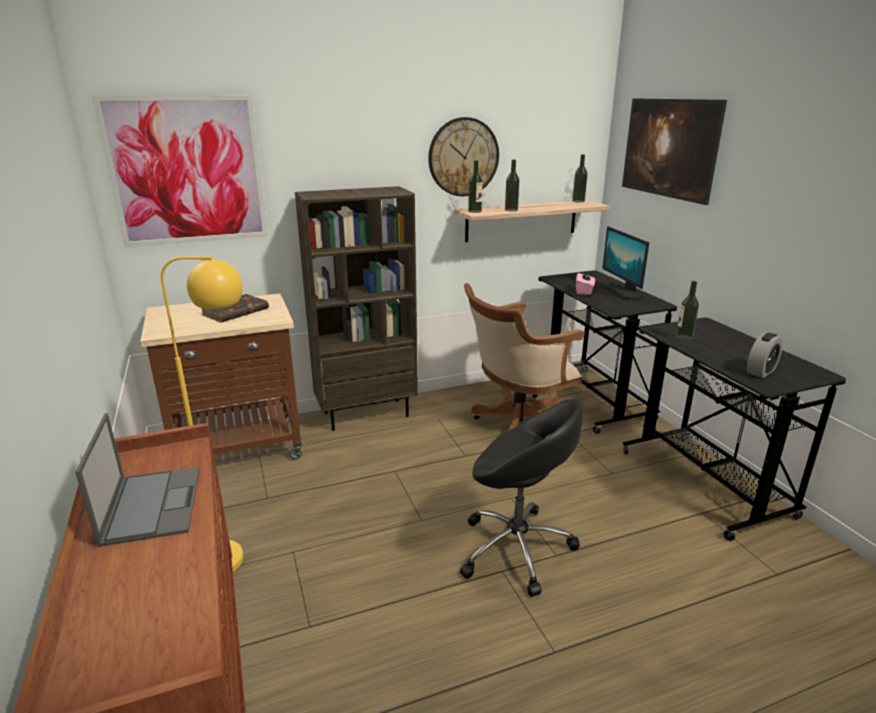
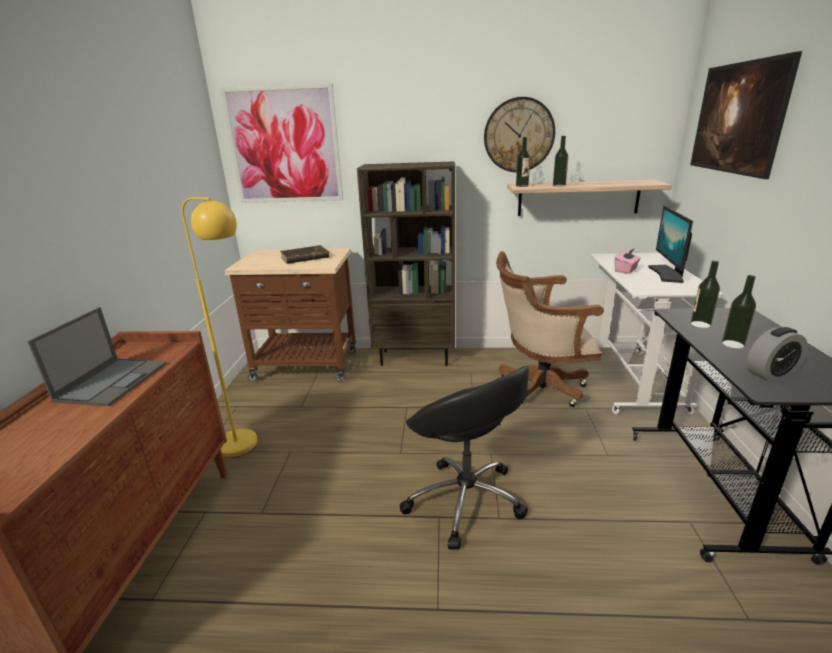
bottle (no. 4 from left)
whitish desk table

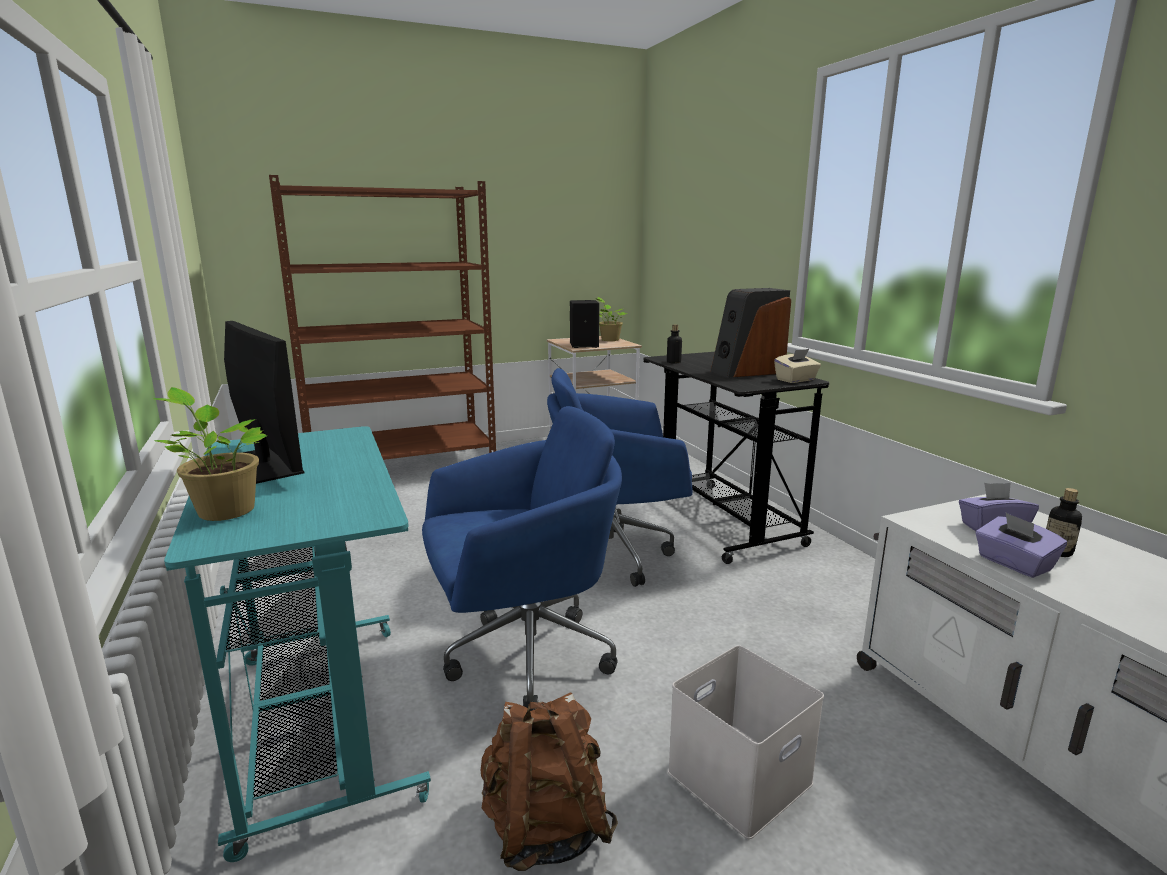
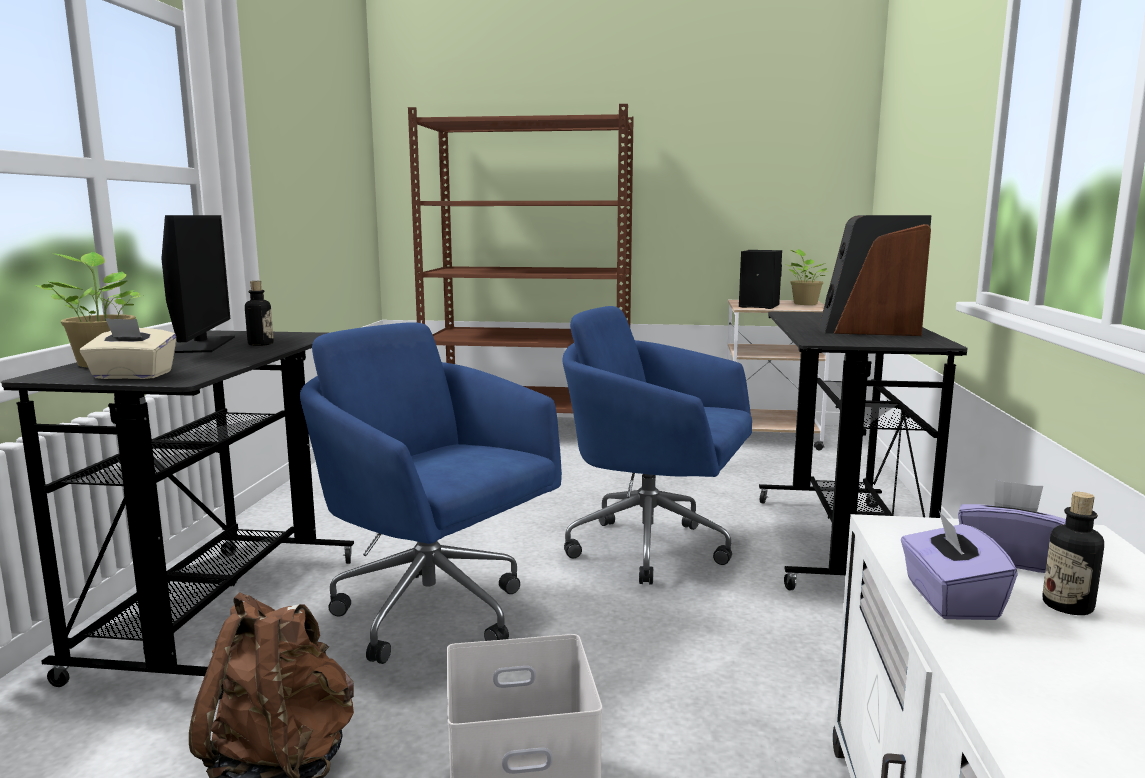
bottle (no. 1 from left)
beige-coloured tissue holder
black desk table (no. 1 from left)
blue desk chair (no. 1 from left)

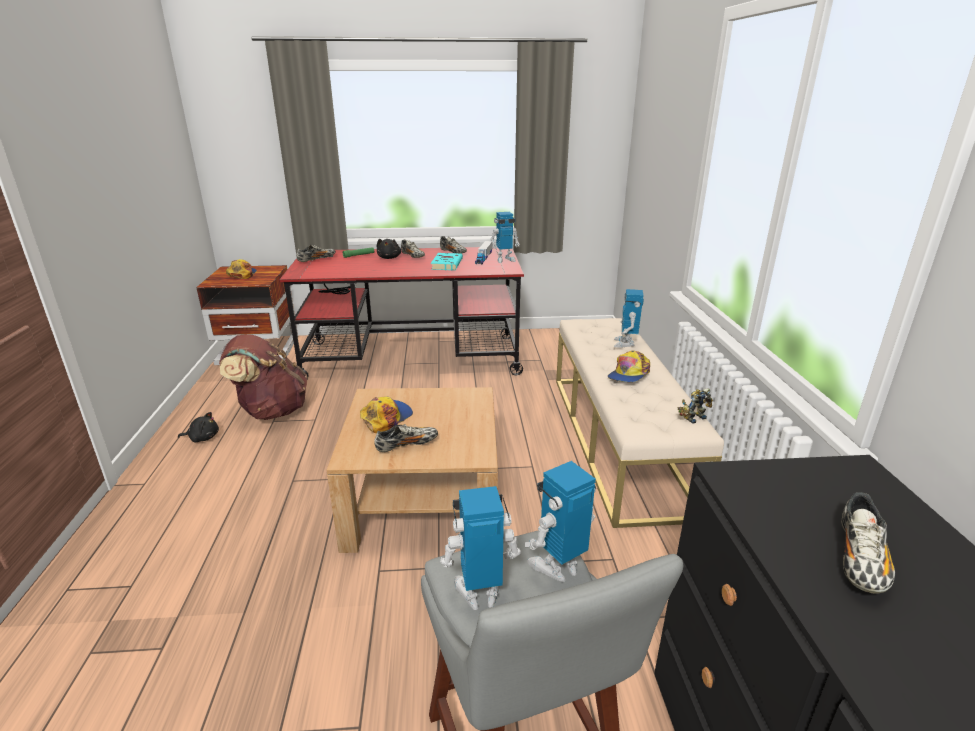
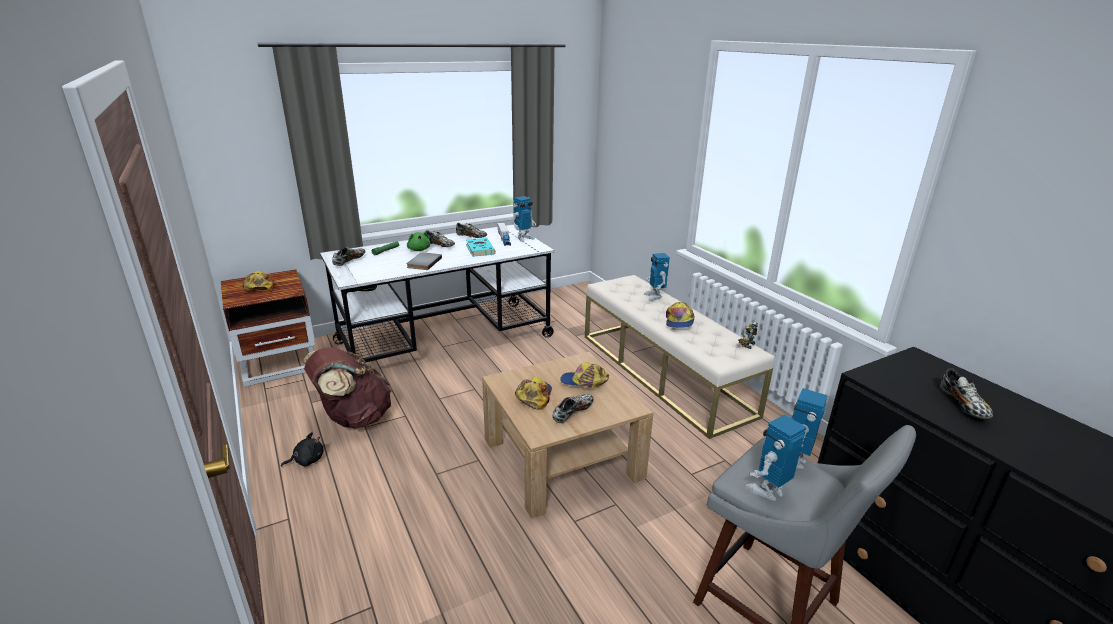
grey bound book
cap (no. 3 from left)
whitish desk table
green plush toy

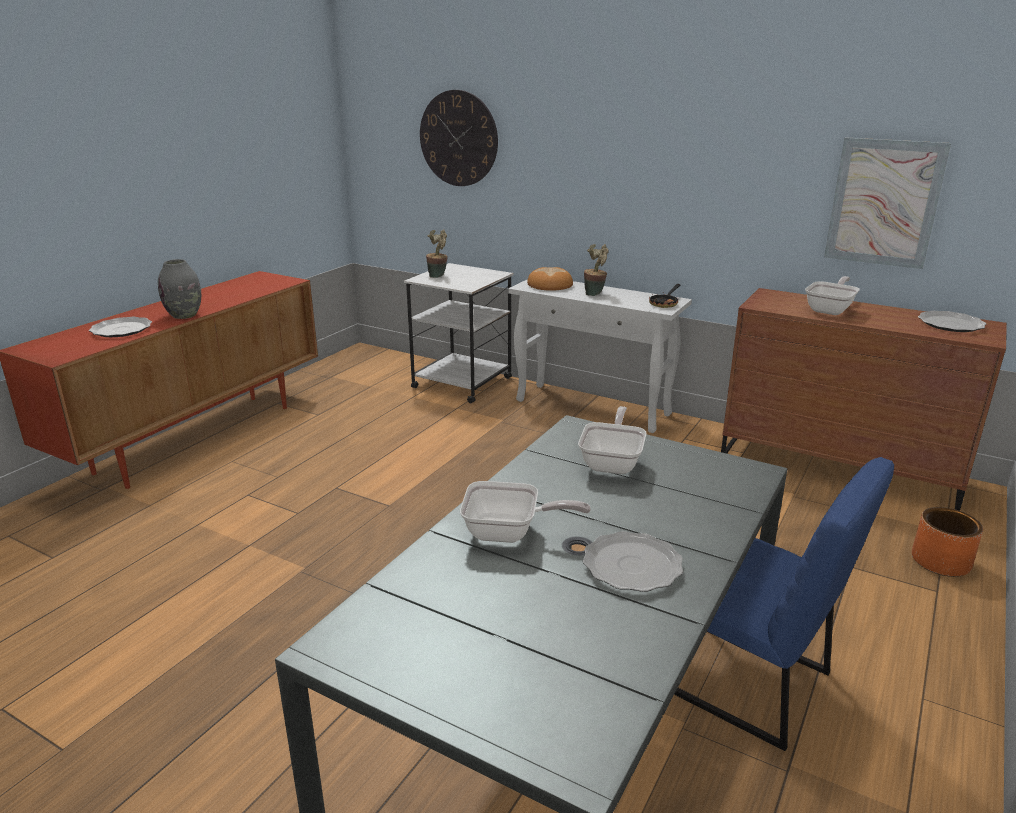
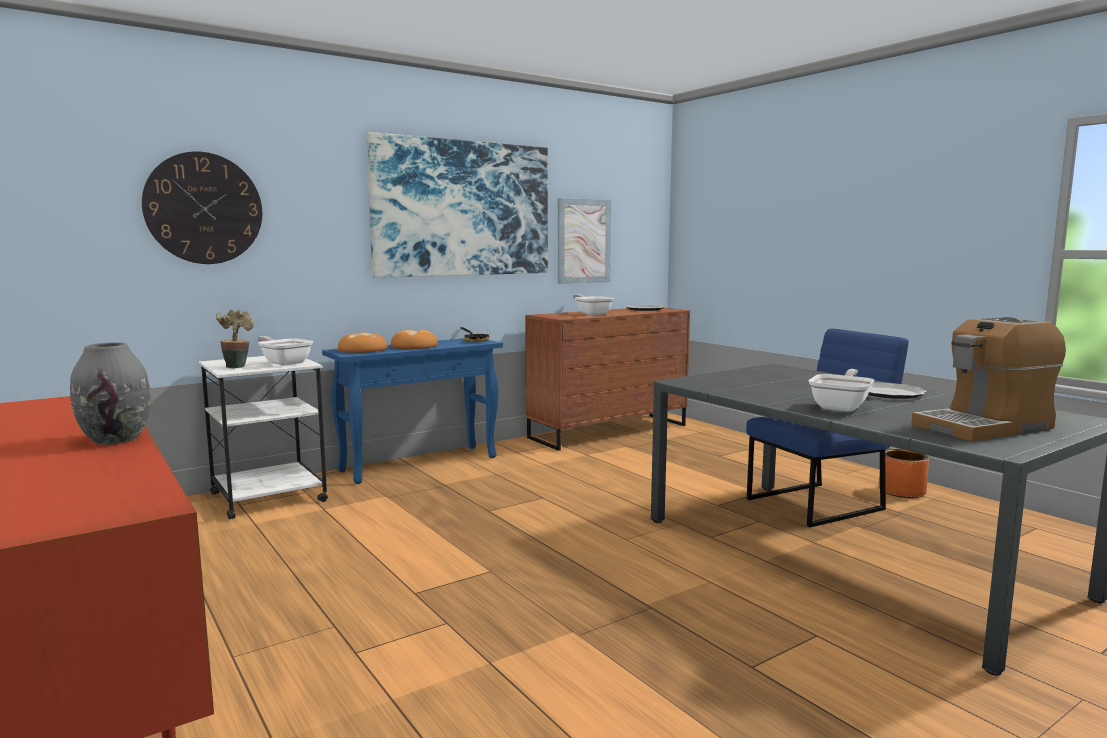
plate (no. 1 from left in the first image)
wall art (no. 1 from left)
coffee machine
frying pan (no. 1 from left)
orange plant pot
baked bread (no. 2 from left)
blue console table

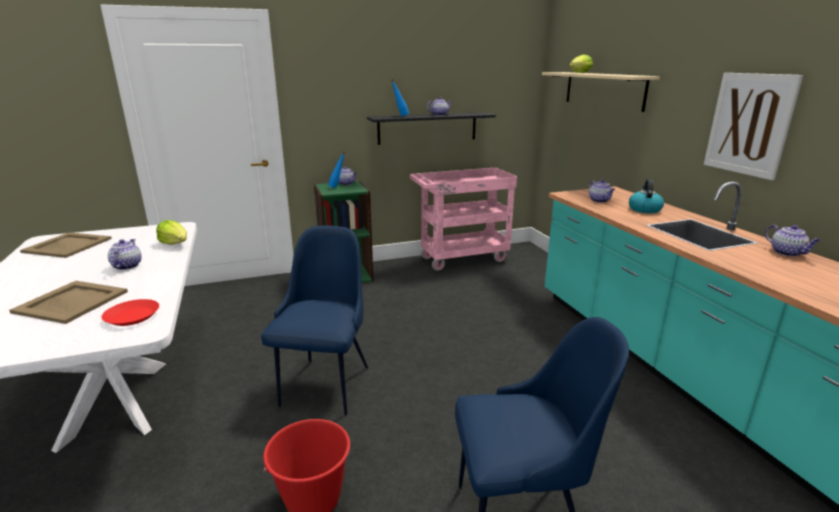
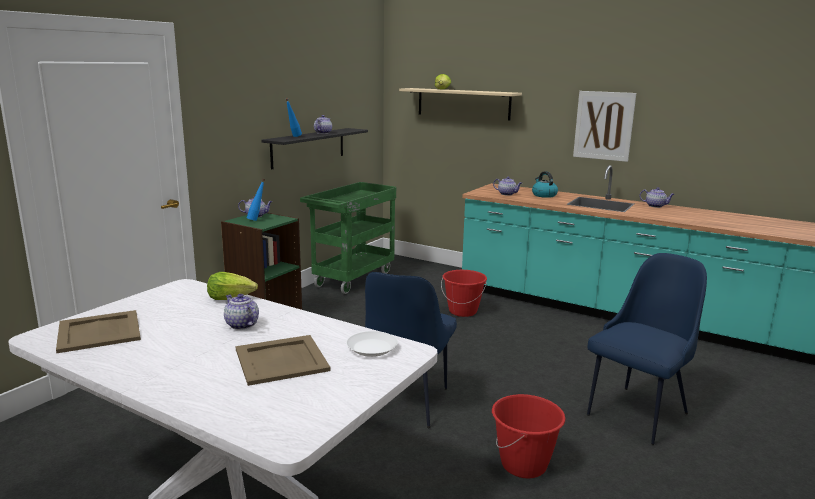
red pail (no. 1 from left)
whitish plate
green cart
blue chair (no. 1 from left)

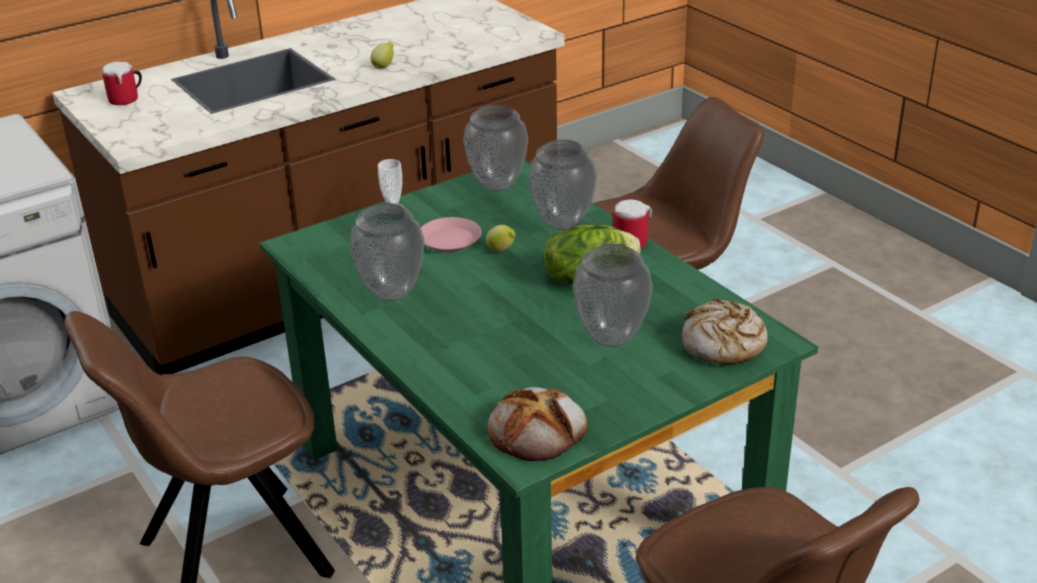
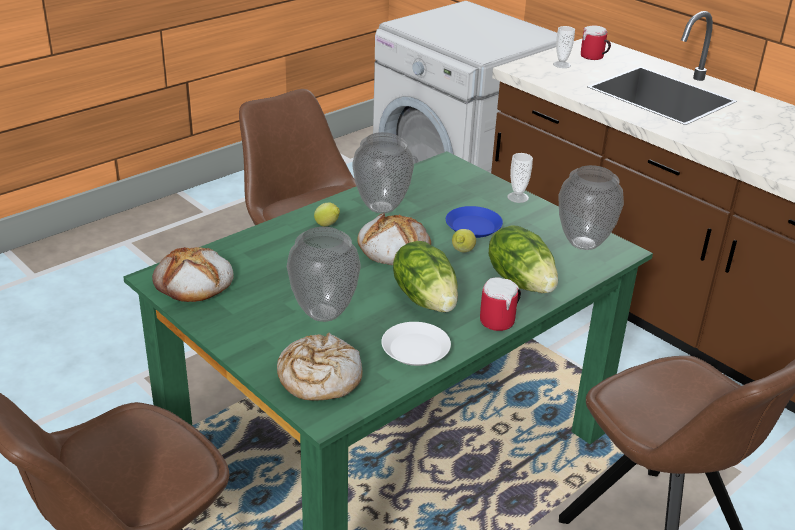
baked bread (no. 3 from left)
whitish plate
drinking cup (no. 2 from left)
whole lemon (no. 1 from left)
lettuce (no. 2 from left)
blue plate

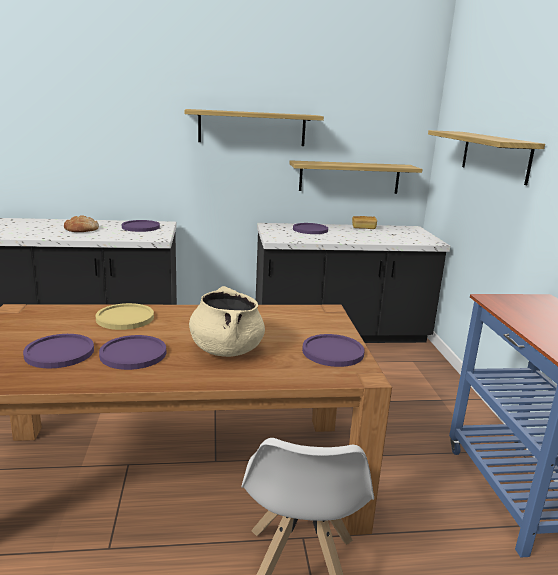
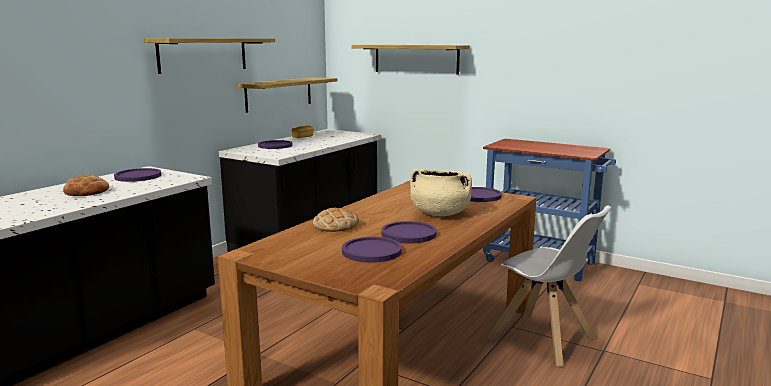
baked bread (no. 3 from left)

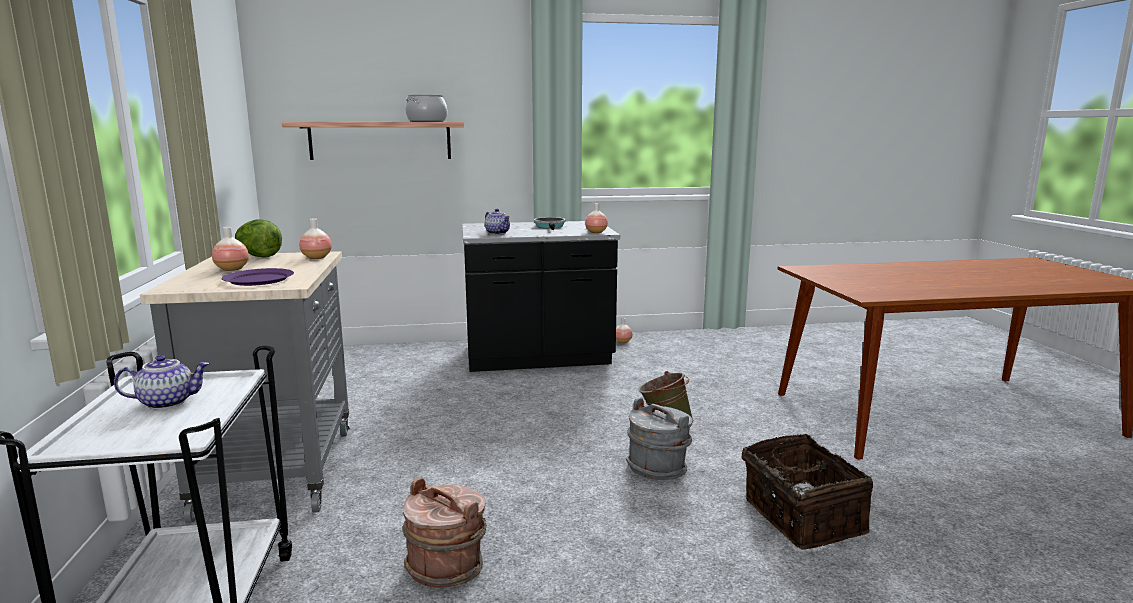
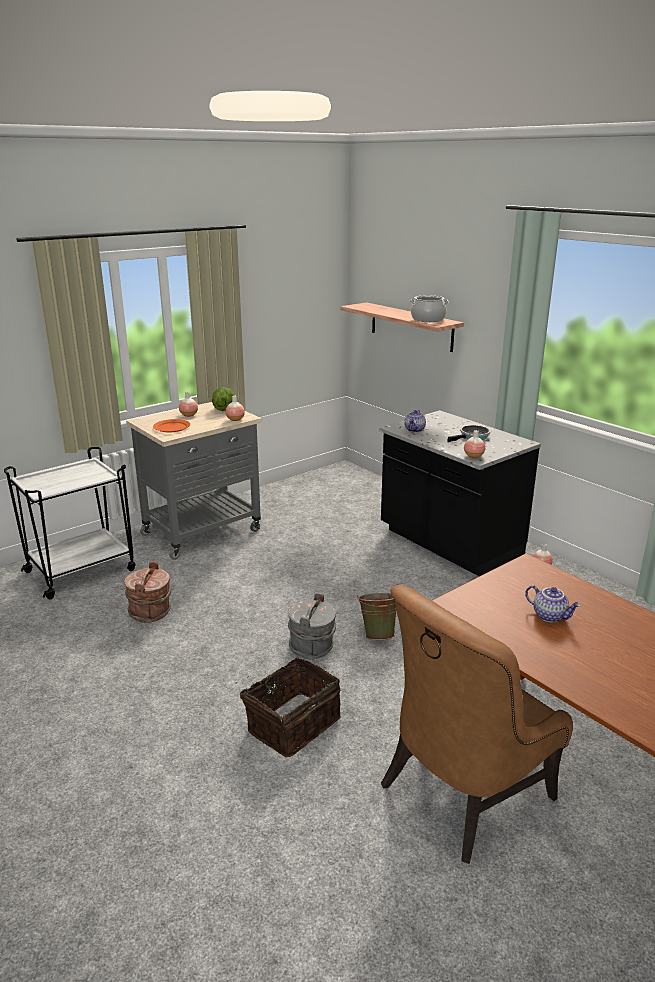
brown-coloured chair
teapot (no. 2 from left)
orange plate

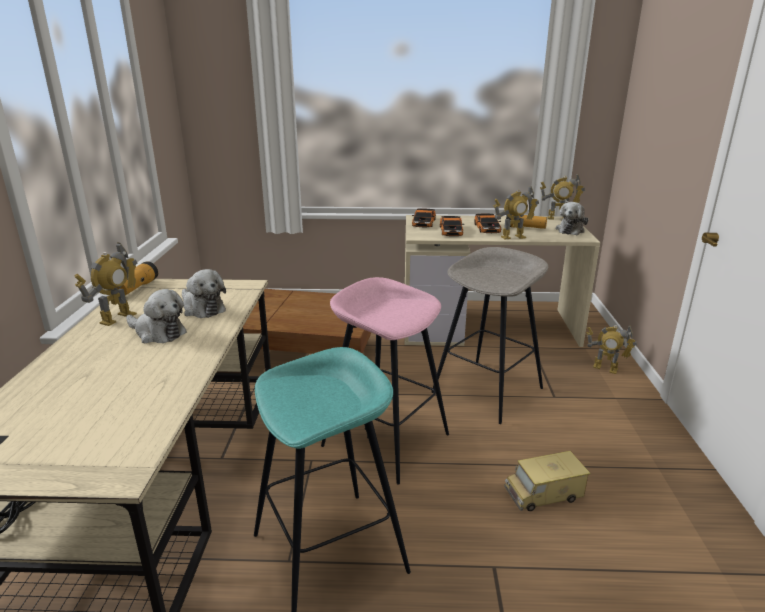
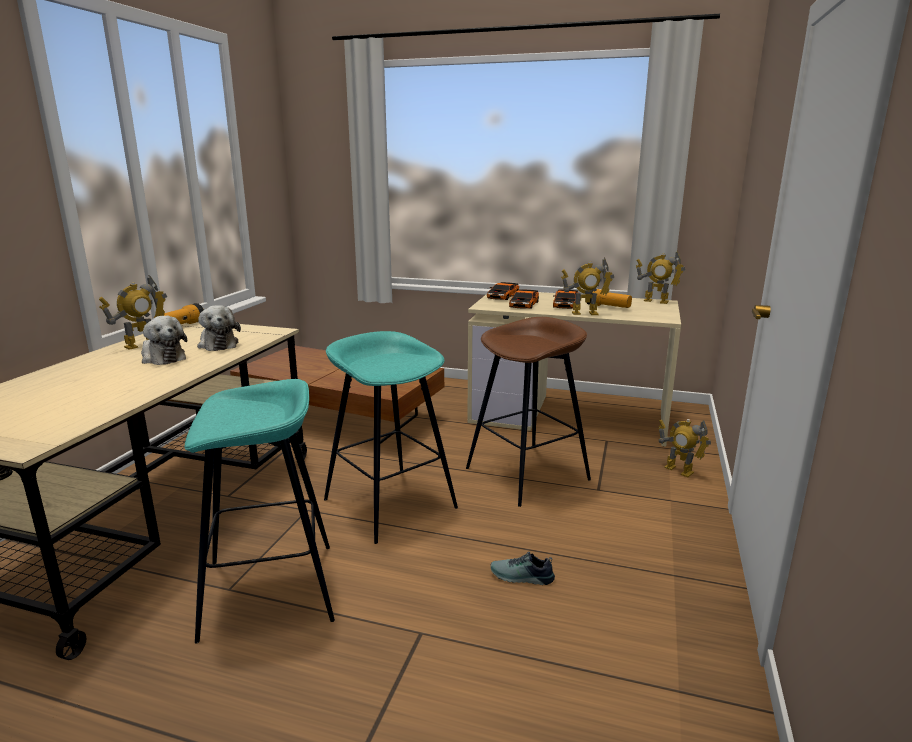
plush toy (no. 3 from left in the first image)
item of footwear
turquoise sitting stool (no. 2 from left)
brown-coloured sitting stool

